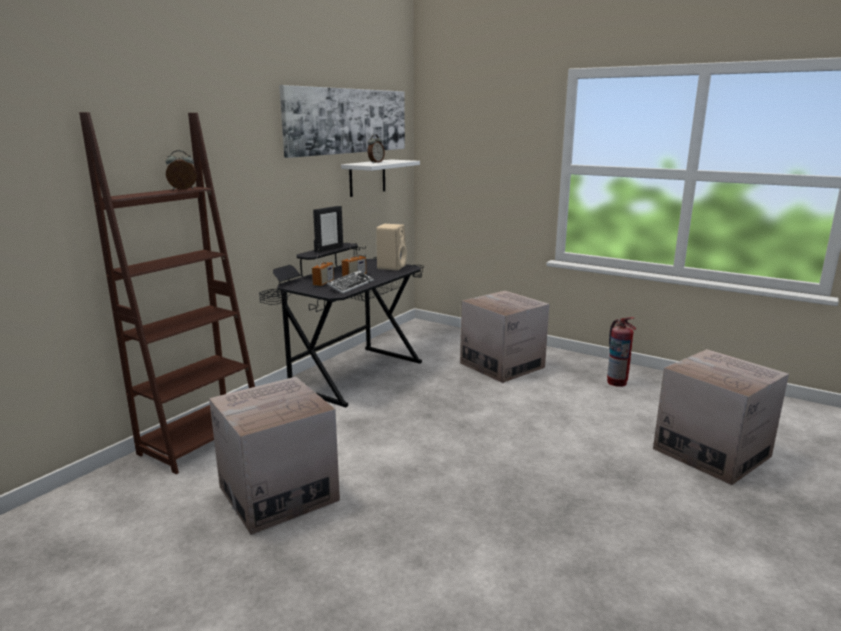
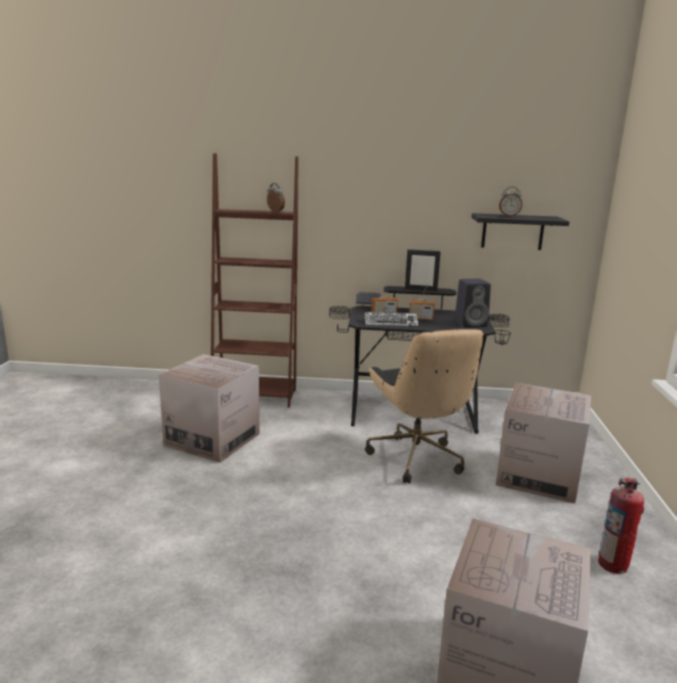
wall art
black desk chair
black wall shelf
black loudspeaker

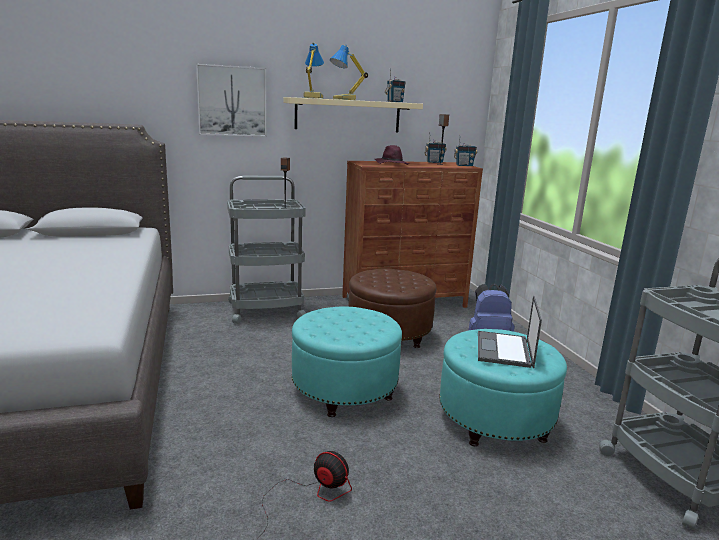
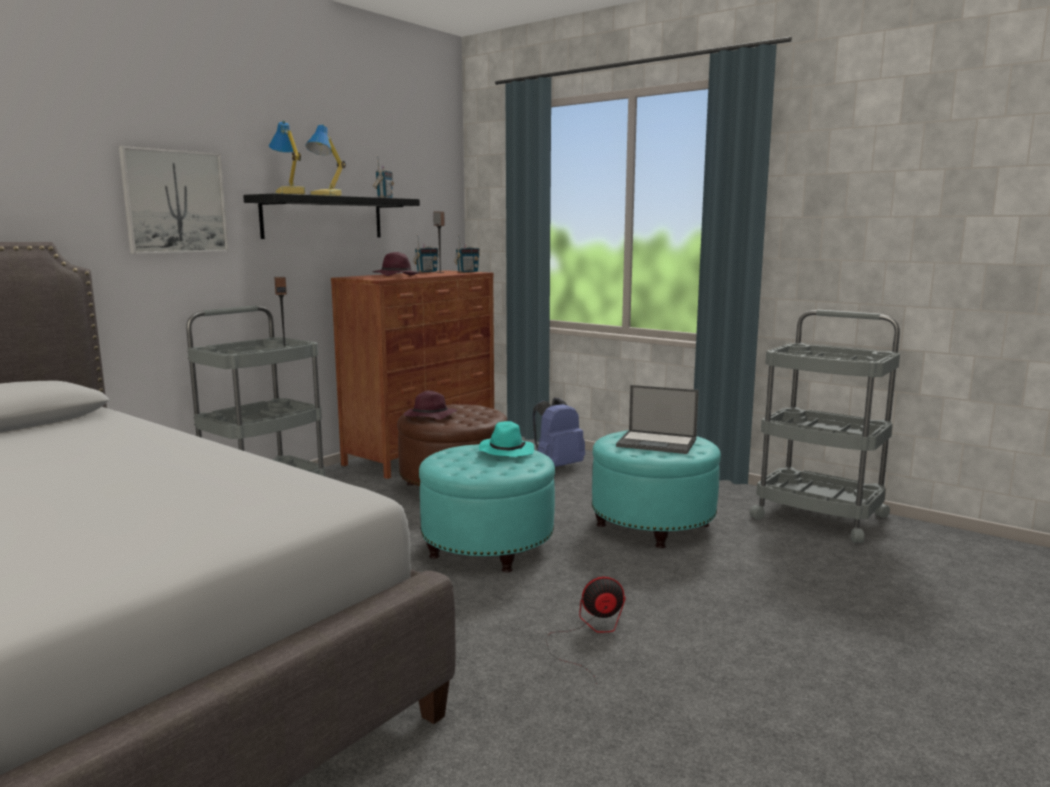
purple clothing hat (no. 2 from left)
turquoise clothing hat
black wall shelf
laptop

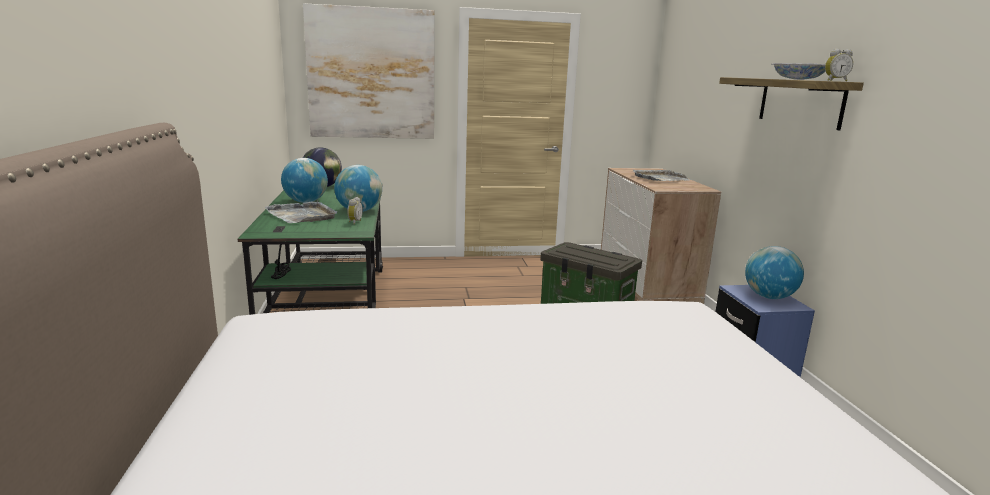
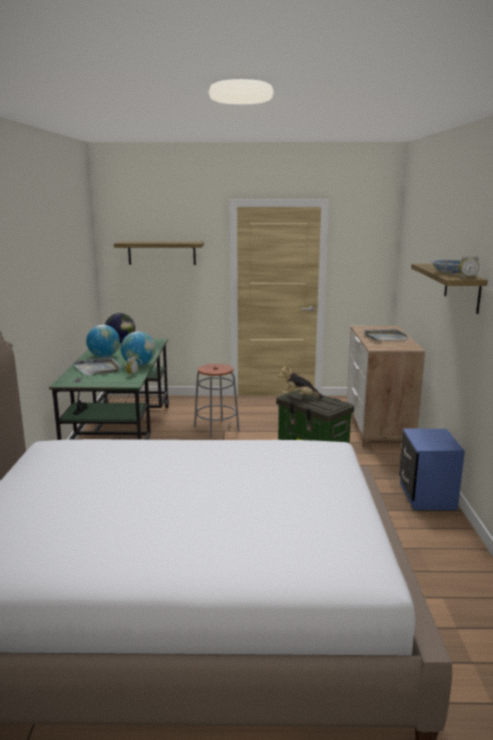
globe (no. 4 from left in the first image)
grey sitting stool
plush toy
wall shelf (no. 1 from left)

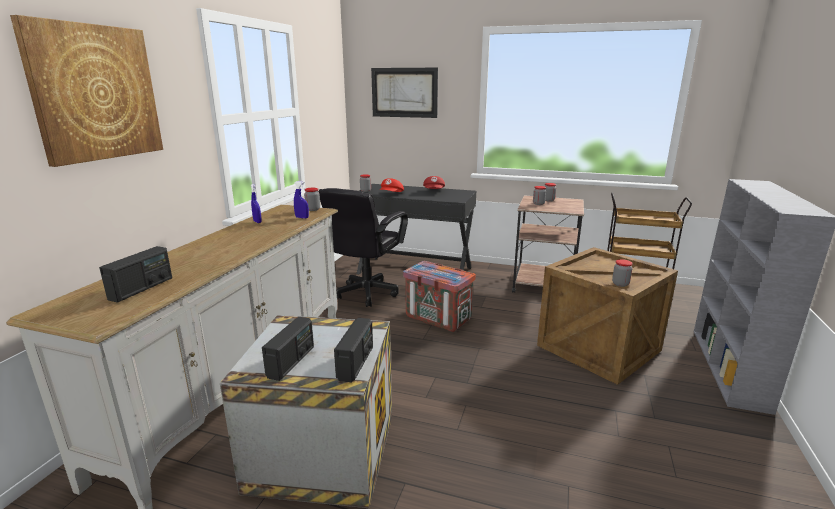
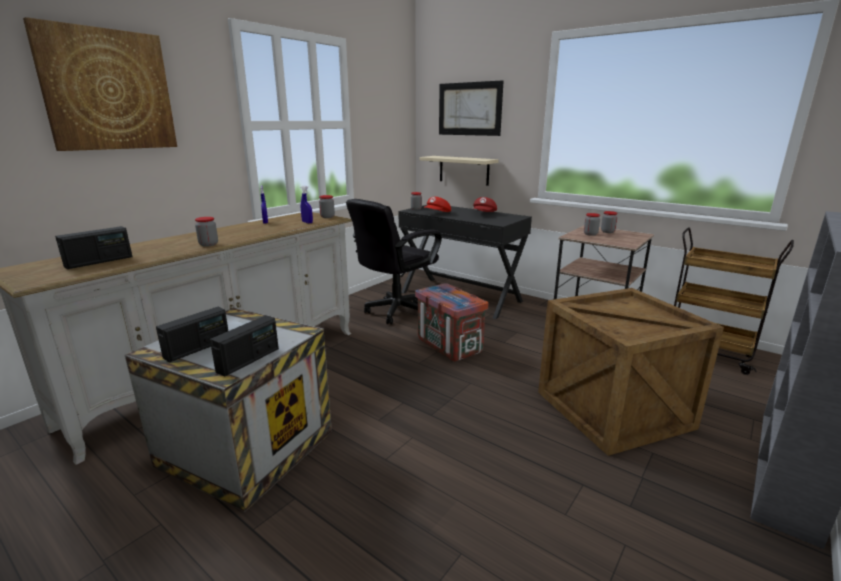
beige-coloured wall shelf
jar (no. 1 from left)

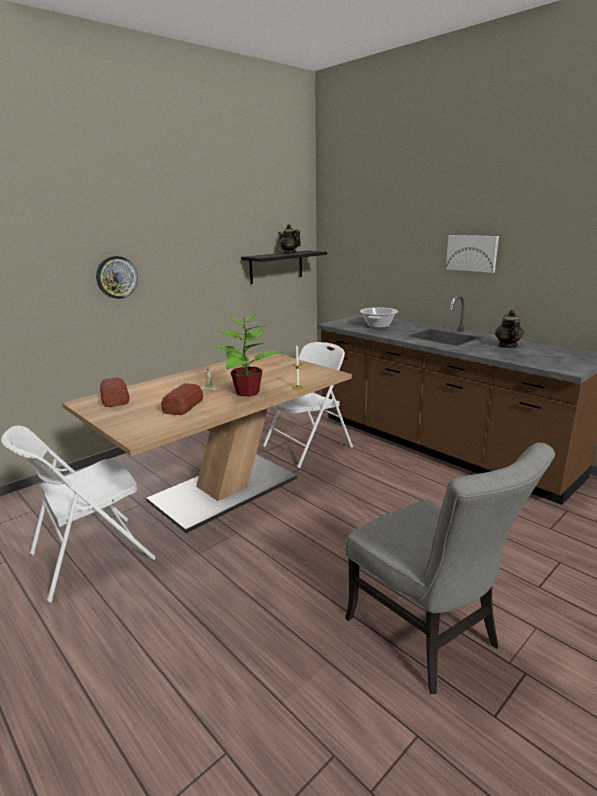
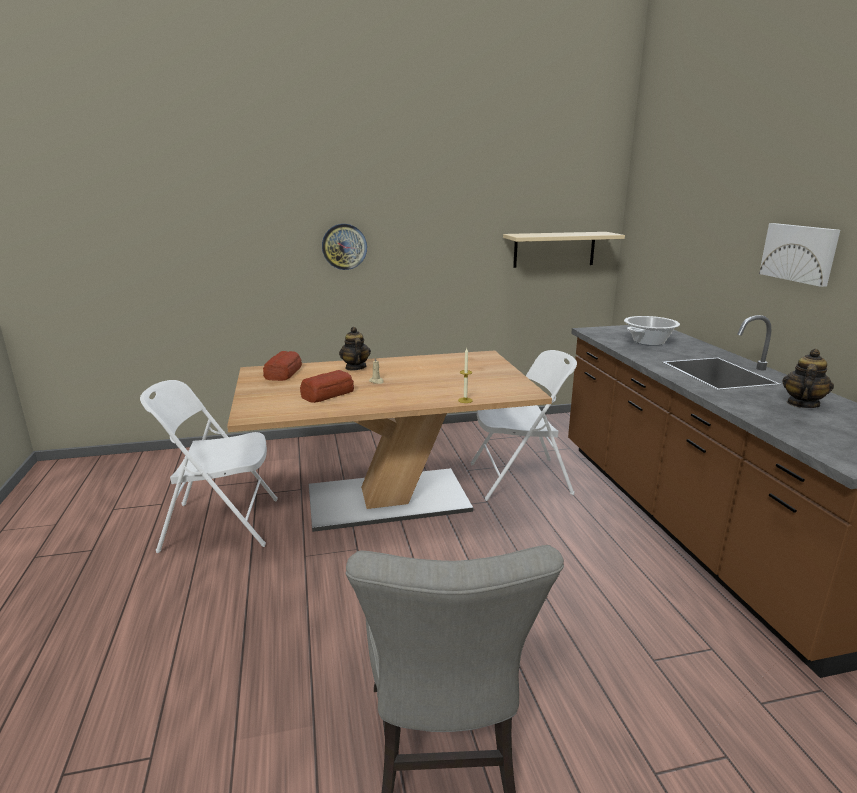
houseplant
teapot (no. 1 from left)
beige-coloured wall shelf

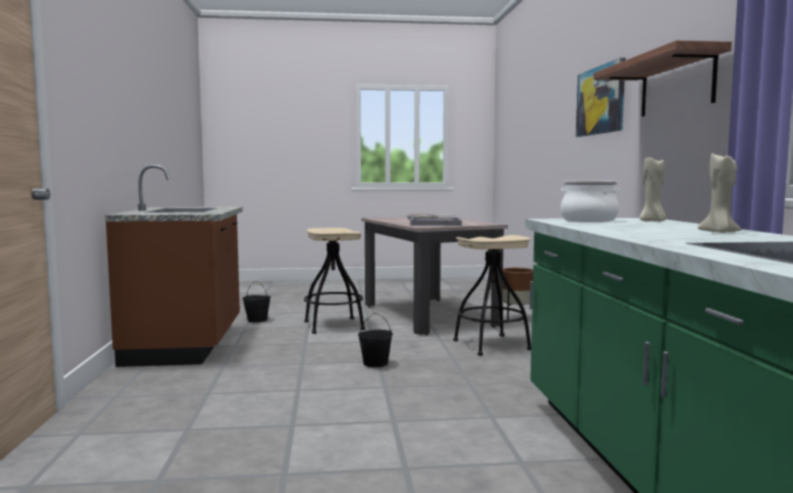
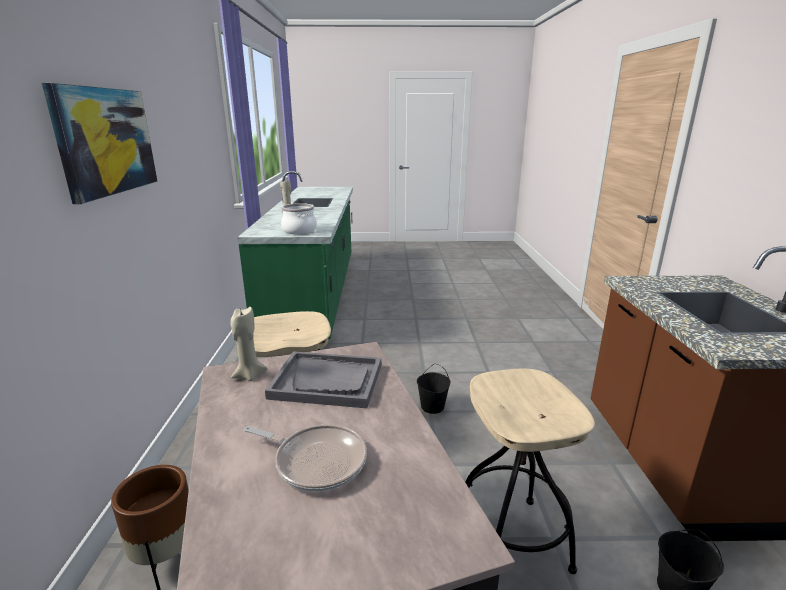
wall shelf
beige-coloured candle (no. 1 from left)

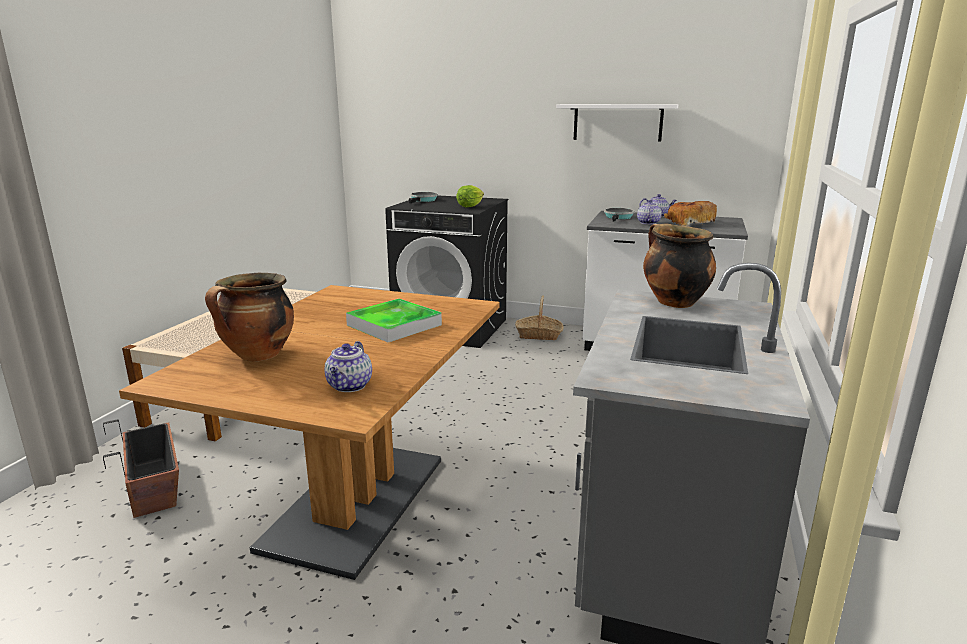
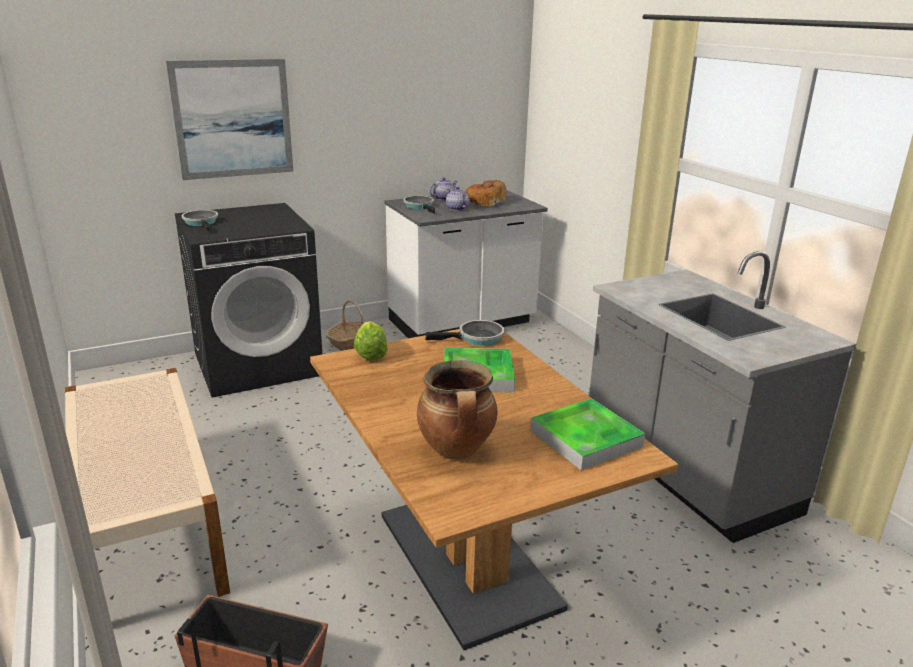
whitish wall shelf
stockpot (no. 2 from left in the first image)
wall art
frying pan (no. 3 from left)
lettuce
carrying tray (no. 2 from left)

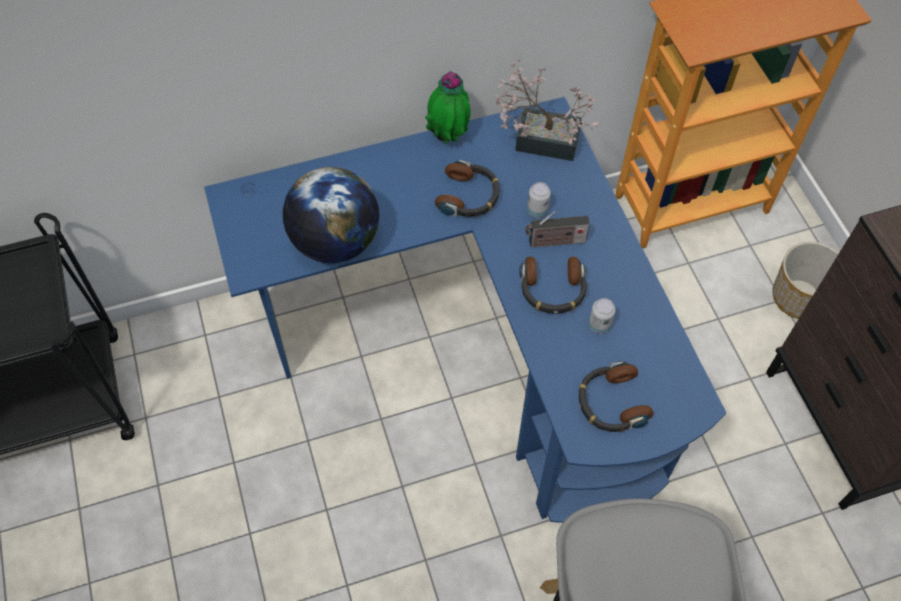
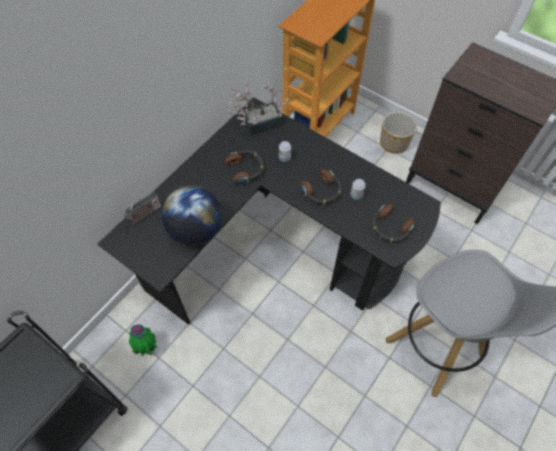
houseplant (no. 1 from left)
radio receiver
black desk table

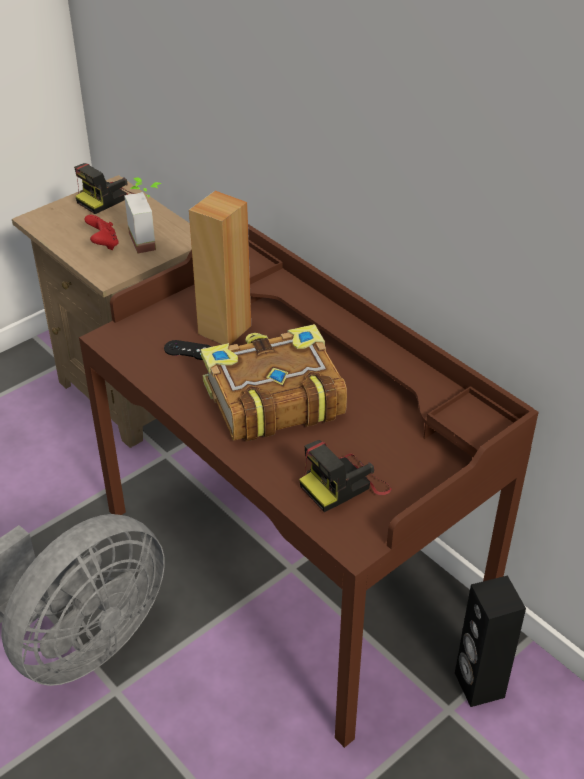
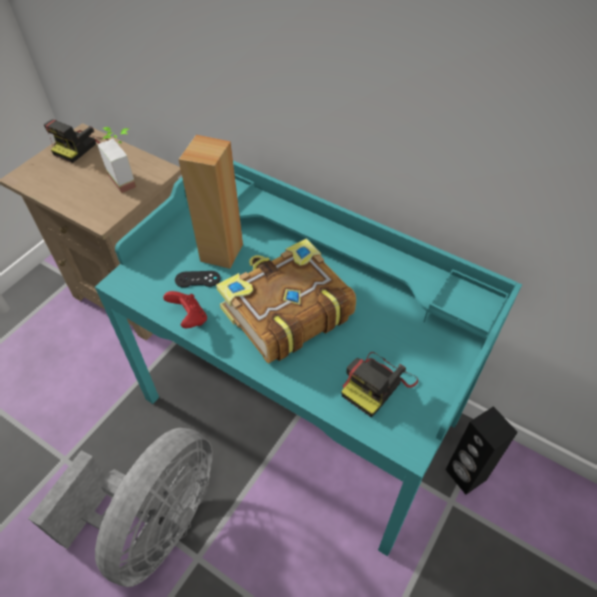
red gamepad
turquoise desk table

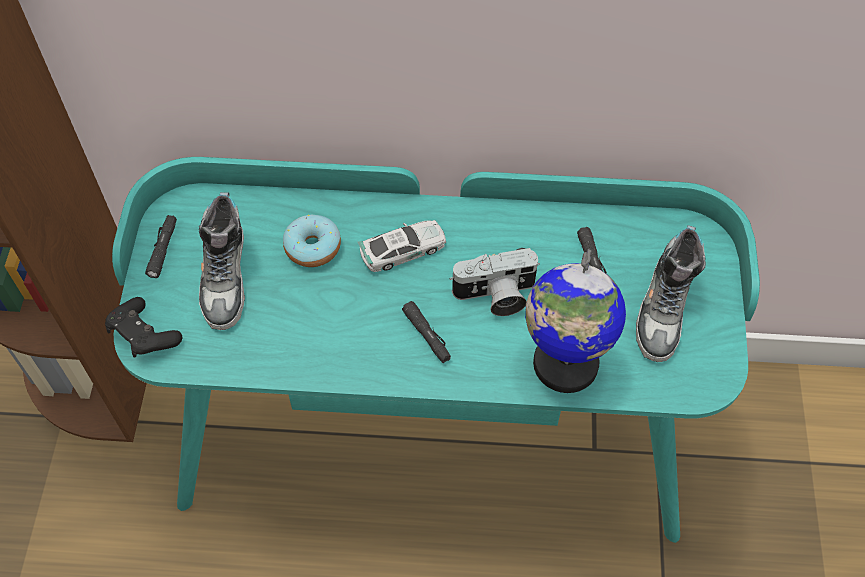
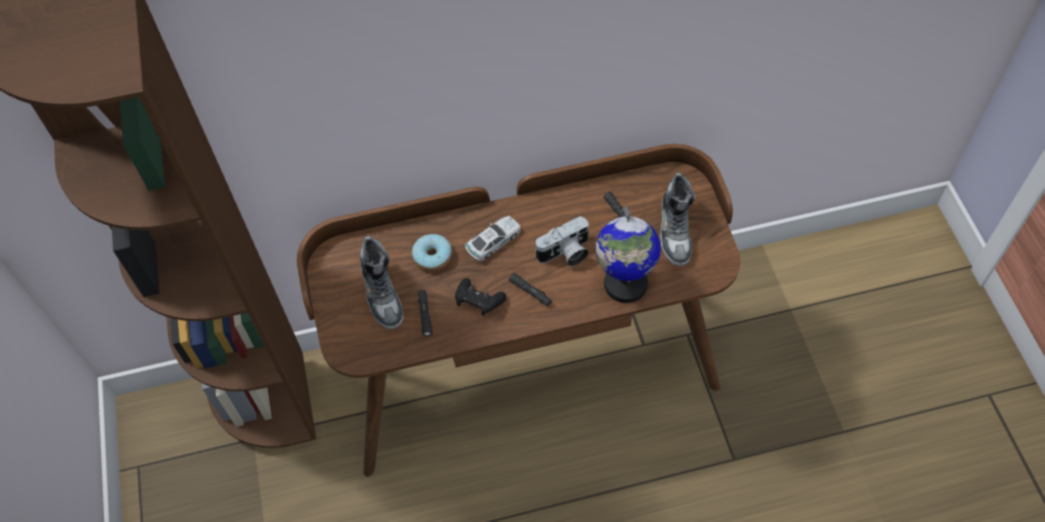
black gamepad
black flashlight (no. 1 from left)
brown-coloured desk table

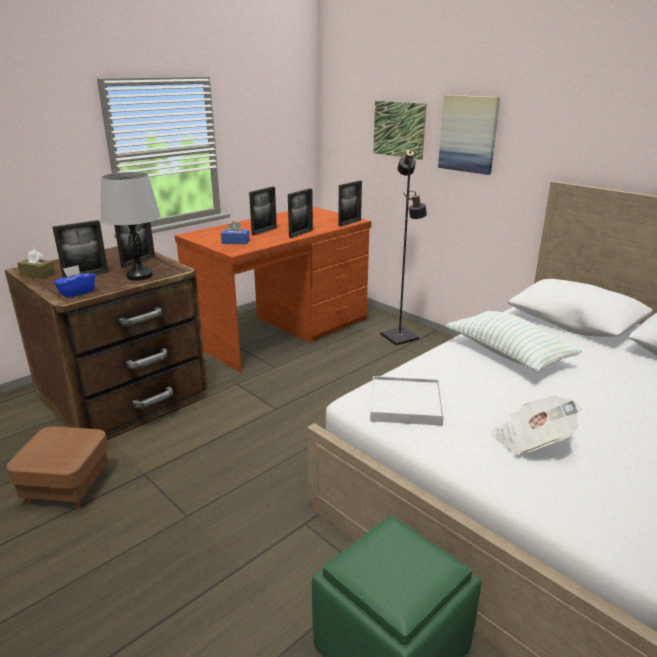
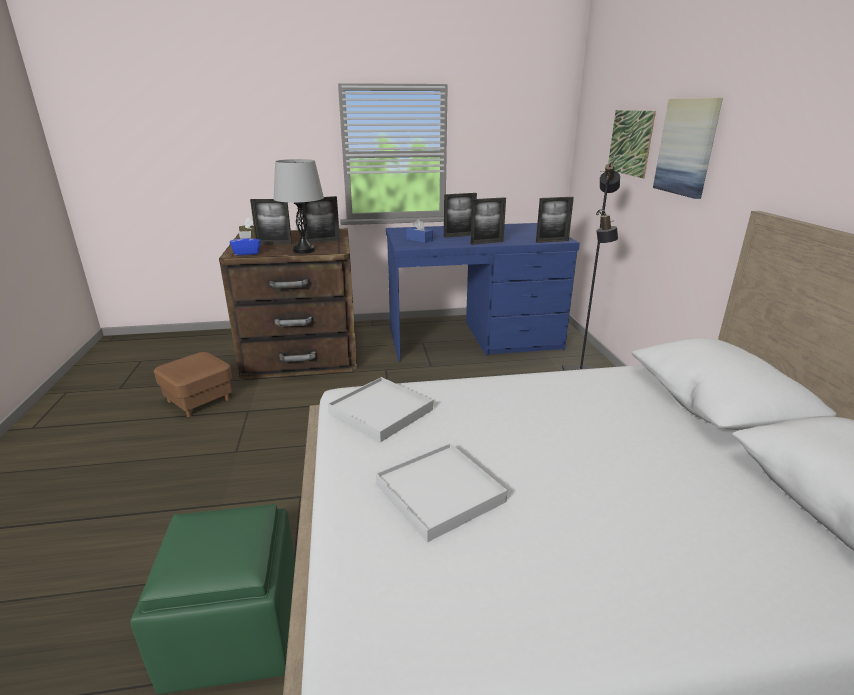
throw pillow
whitish carrying tray (no. 2 from left)
blue desk table

